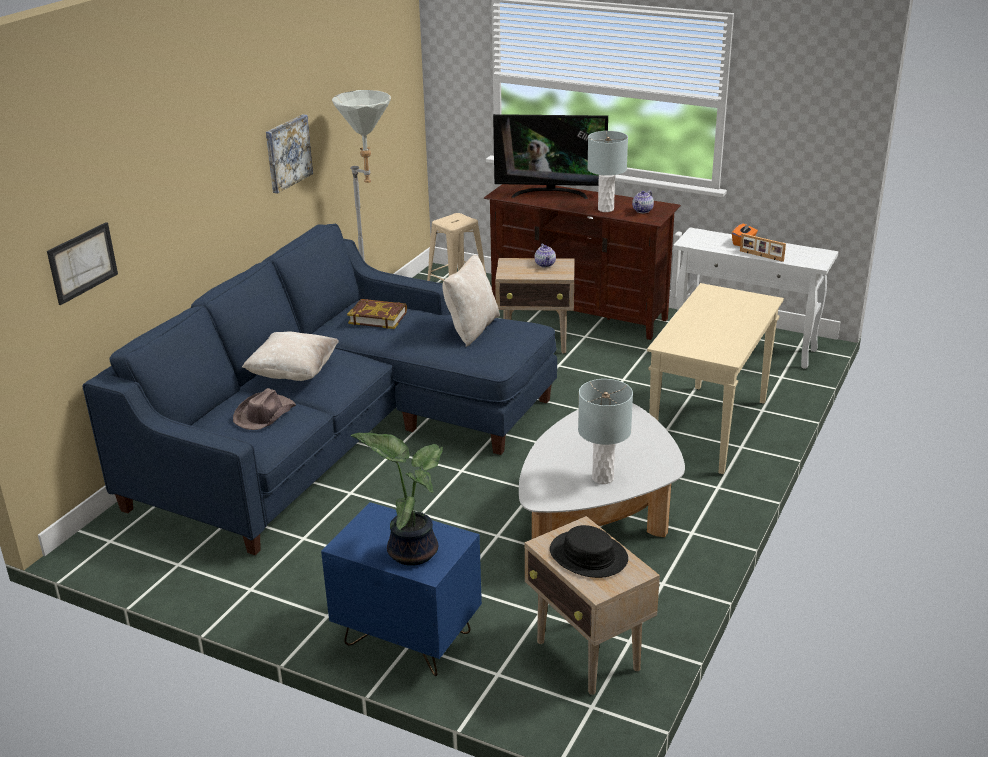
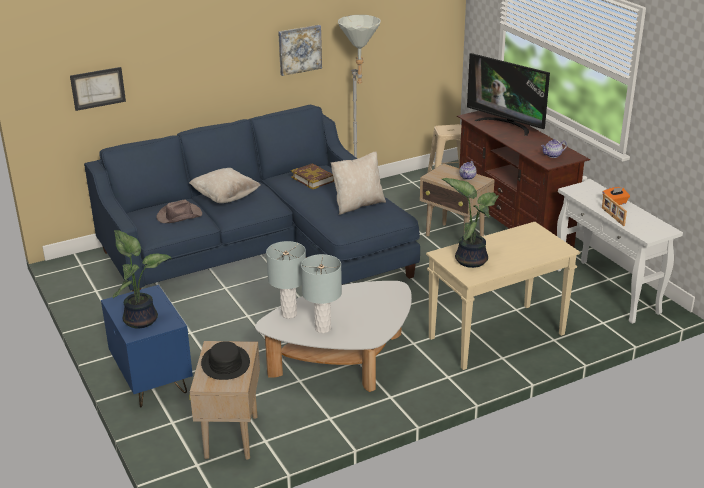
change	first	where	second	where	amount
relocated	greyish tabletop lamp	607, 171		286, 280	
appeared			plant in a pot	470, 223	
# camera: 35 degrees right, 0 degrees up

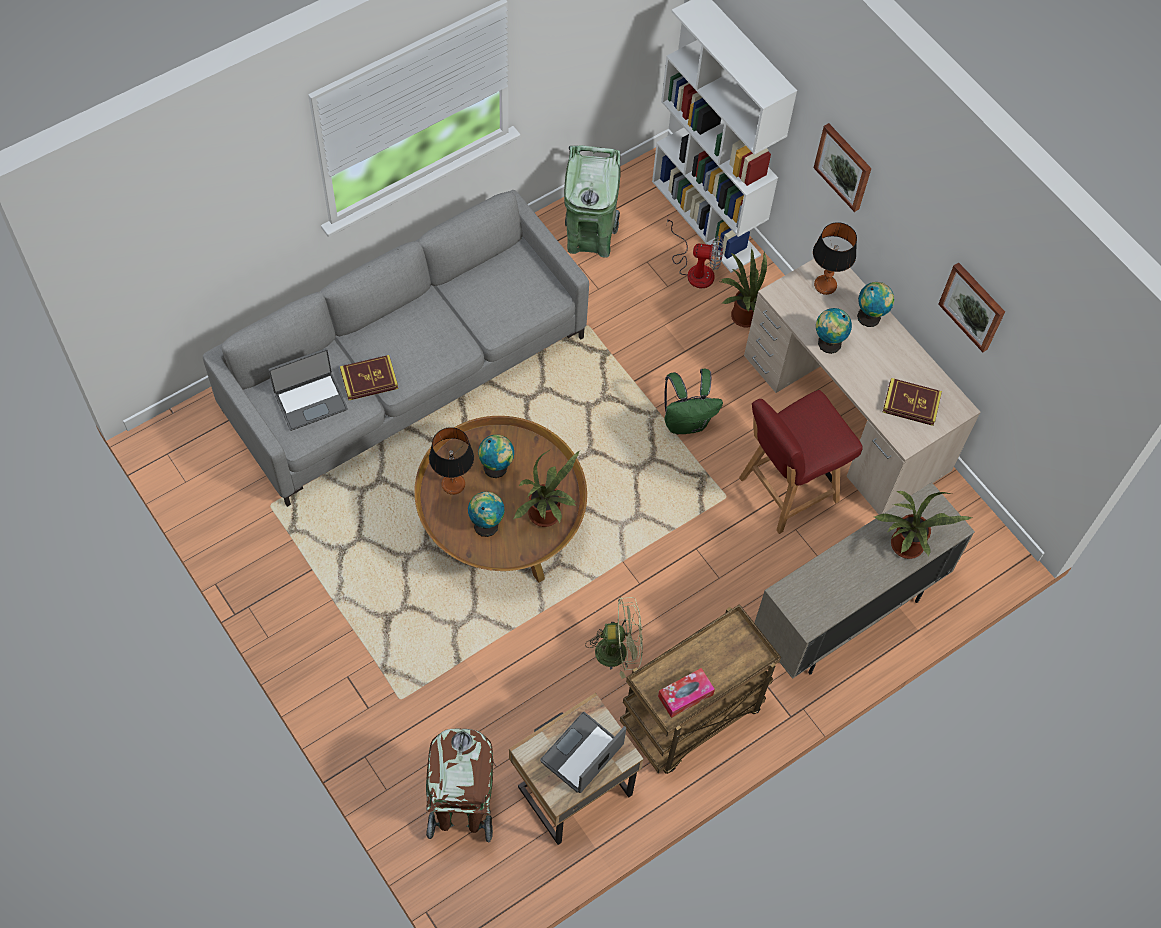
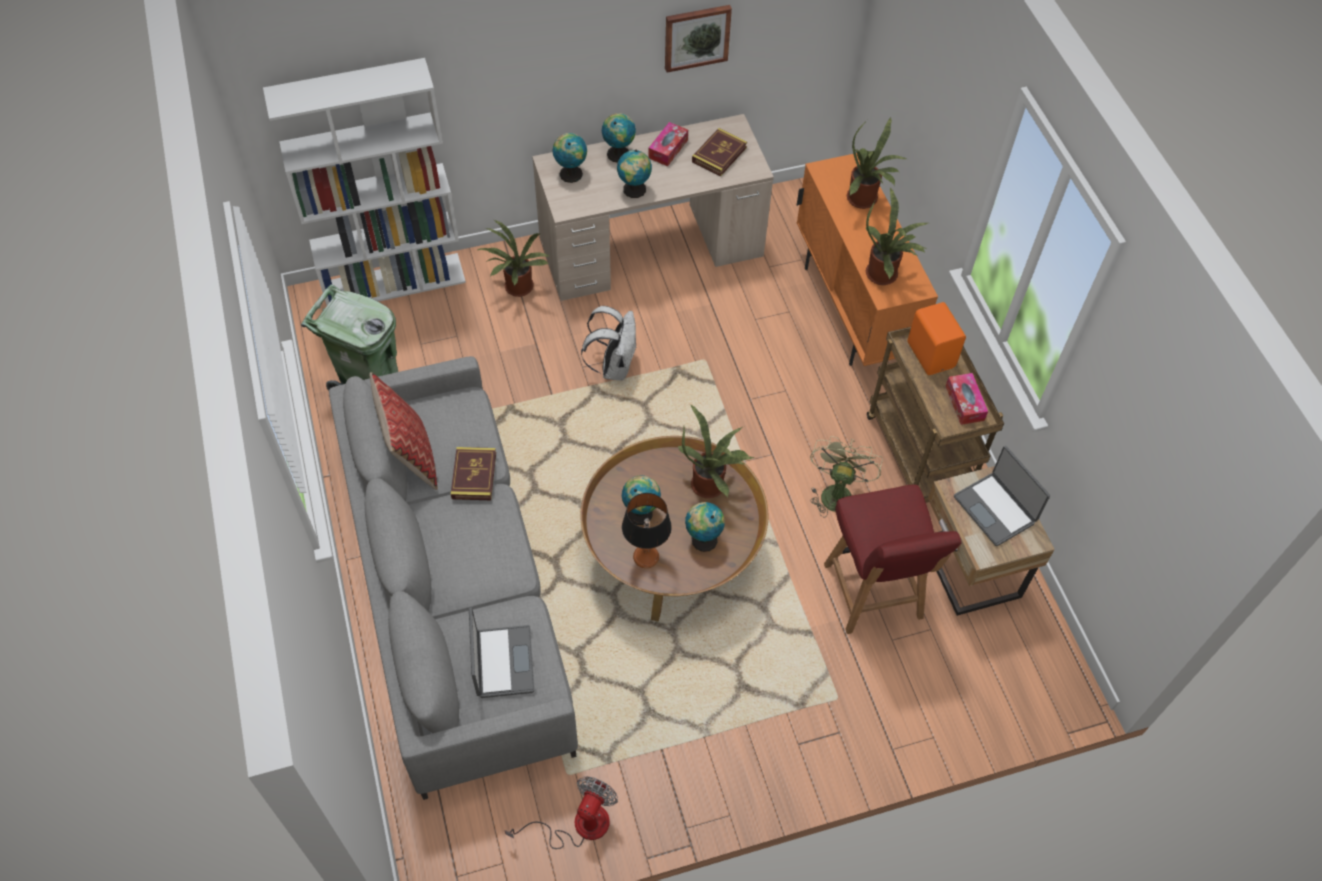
change	first	where	second	where	amount
relocated	volume	369, 377		473, 473	
missing	brown-coloured waste bin	459, 785			
colour	greenish rucksack	694, 401	white rucksack	609, 343	
relocated	electric fan	695, 253		561, 813	
relocated	red upright chair	801, 462		892, 559	
colour	sand-coloured cabinet	864, 580	orangey cabinet	867, 259	
exchanged	tabletop lamp	835, 258	desk globe	569, 158	
missing	picture	843, 167			
appeared			cushion	403, 431	
appeared			tissue holder	668, 144	
appeared			plant in a pot	897, 236	
appeared			orangey audio speaker	936, 338	
# camera: 70 degrees left, 5 degrees down

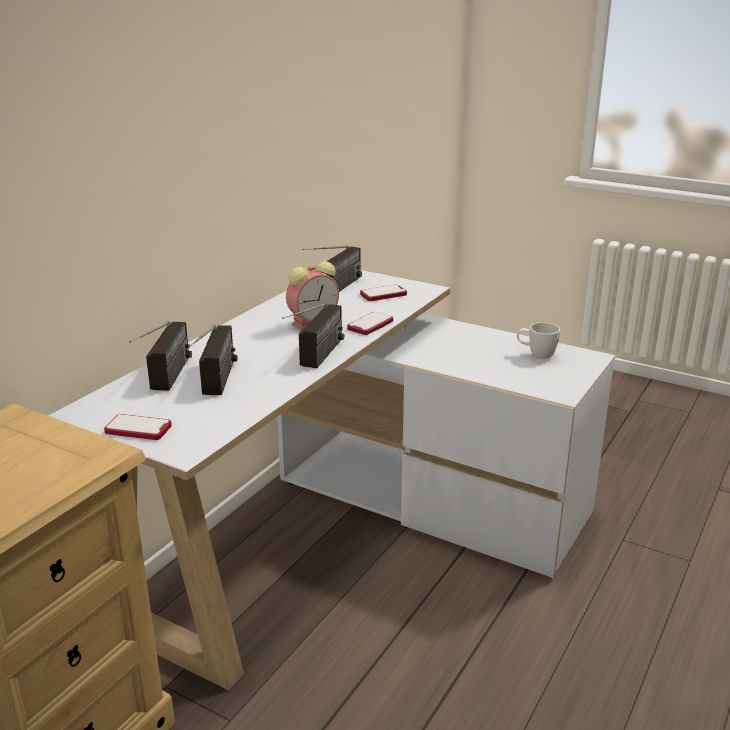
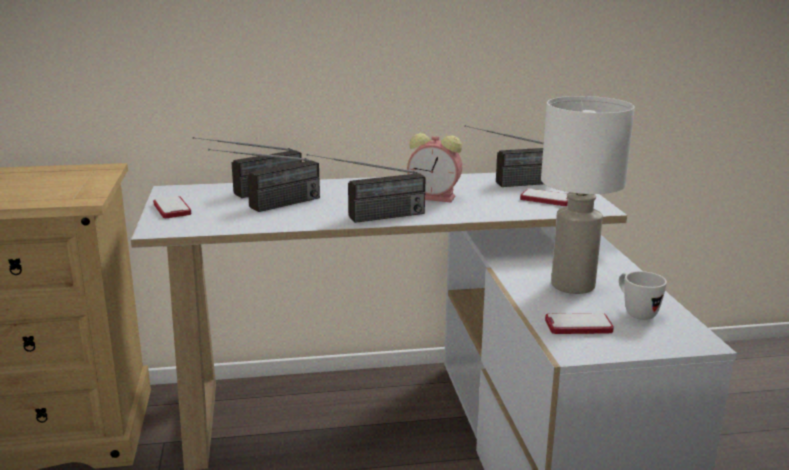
change	first	where	second	where	amount
relocated	handset	370, 323		579, 323	
appeared			white tabletop lamp	588, 195	
# camera: 50 degrees right, 5 degrees down

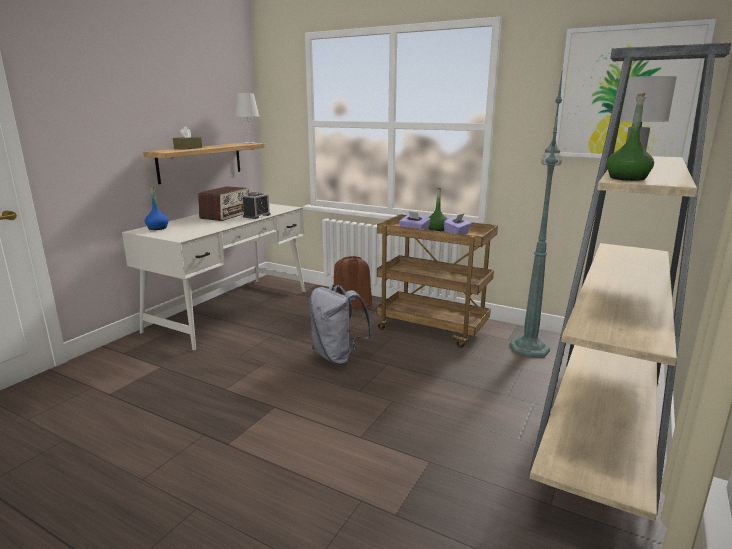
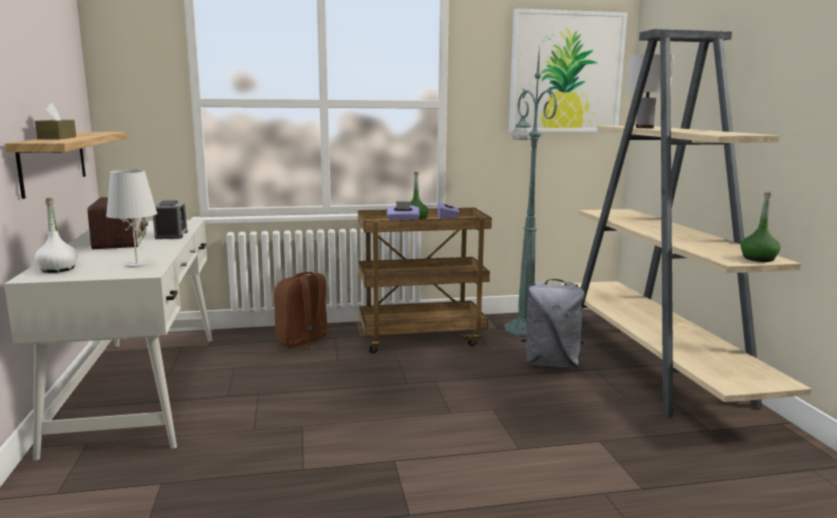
change	first	where	second	where	amount
colour	blue bottle	157, 207	white bottle	56, 235	
relocated	white tabletop lamp	247, 118		131, 219	
relocated	greyish rucksack	341, 325		553, 323	
relocated	greenish bottle	630, 137		761, 227	
# camera: 40 degrees left, 5 degrees down

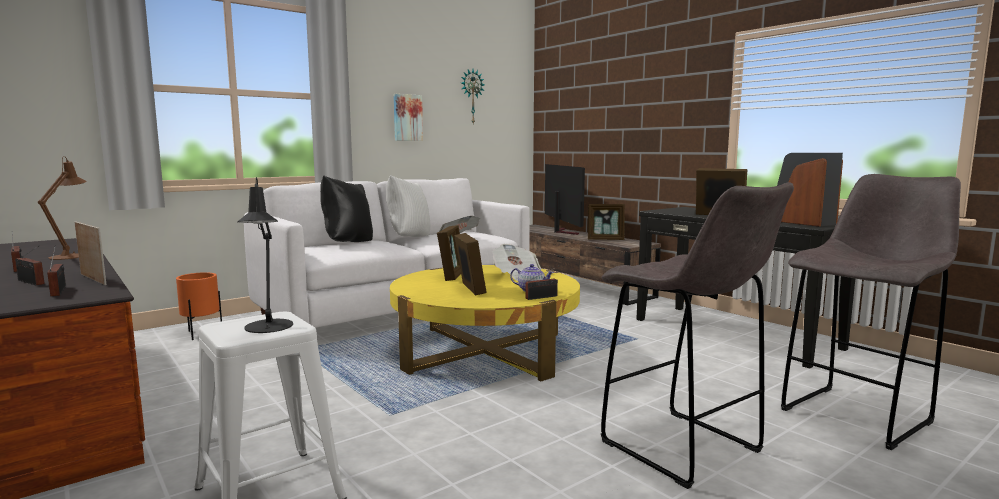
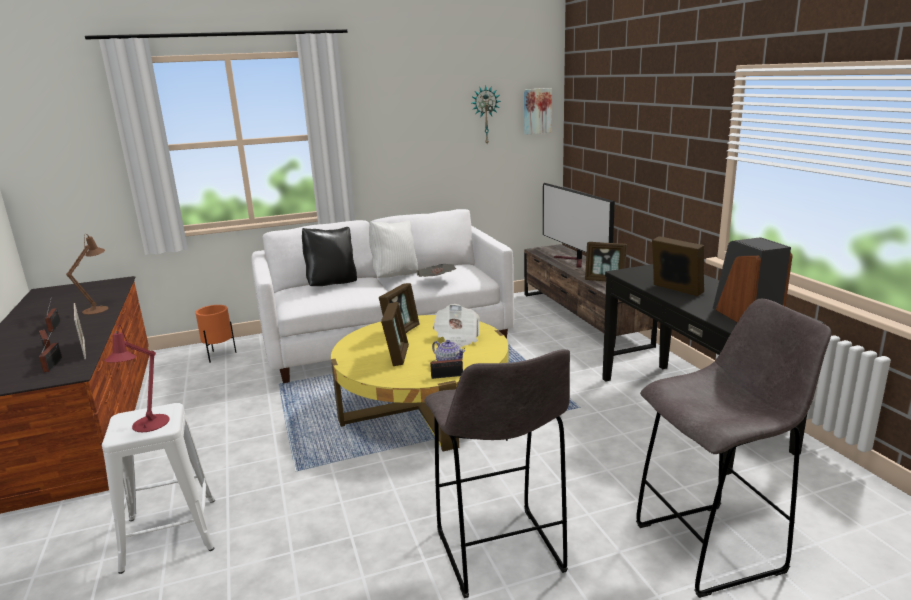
change	first	where	second	where	amount
colour	black tabletop lamp	265, 255	red tabletop lamp	136, 378	
relocated	picture	408, 117		538, 111	
spun	TV set	565, 199		579, 225	150 degrees clockwise
# camera: 20 degrees right, 10 degrees up

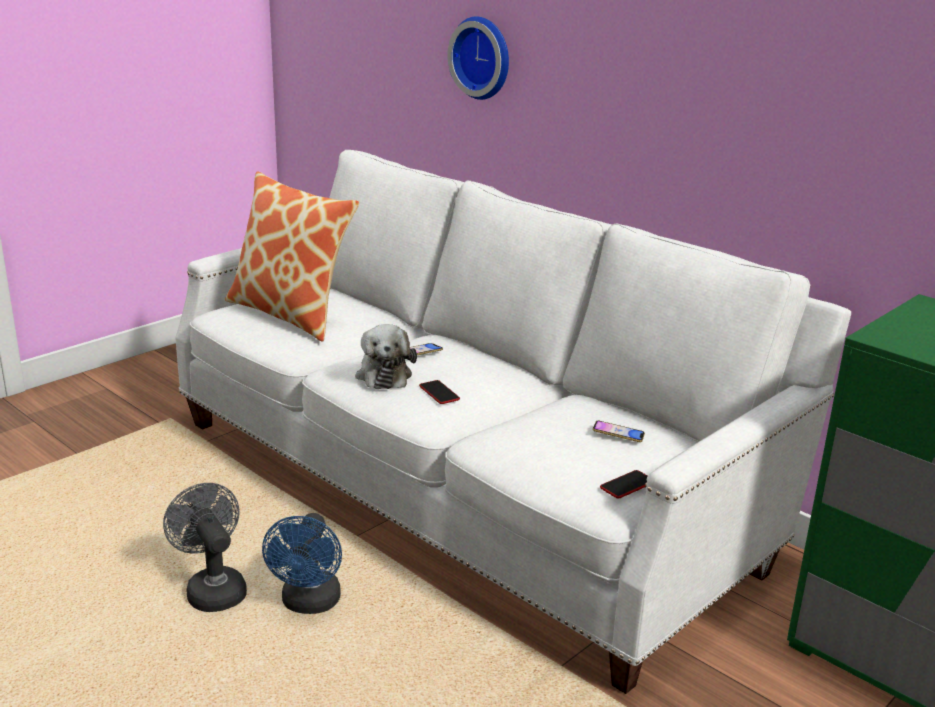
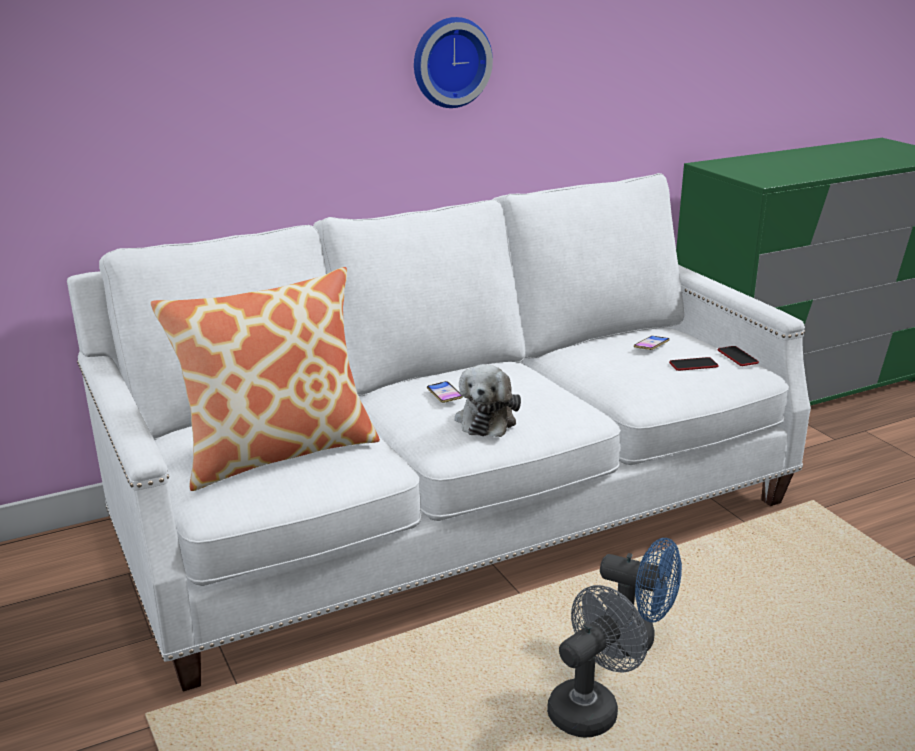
change	first	where	second	where	amount
spun	greyish electric fan	205, 547		597, 661	150 degrees clockwise
spun	cuddly toy	386, 356		488, 400	90 degrees clockwise
relocated	handset	439, 392		693, 364	
relocated	clock on the wall	478, 58		453, 62	
# camera: 70 degrees left, 0 degrees up

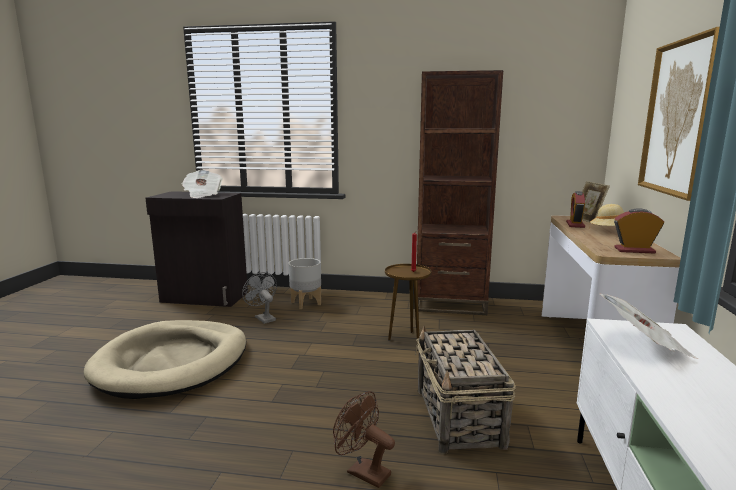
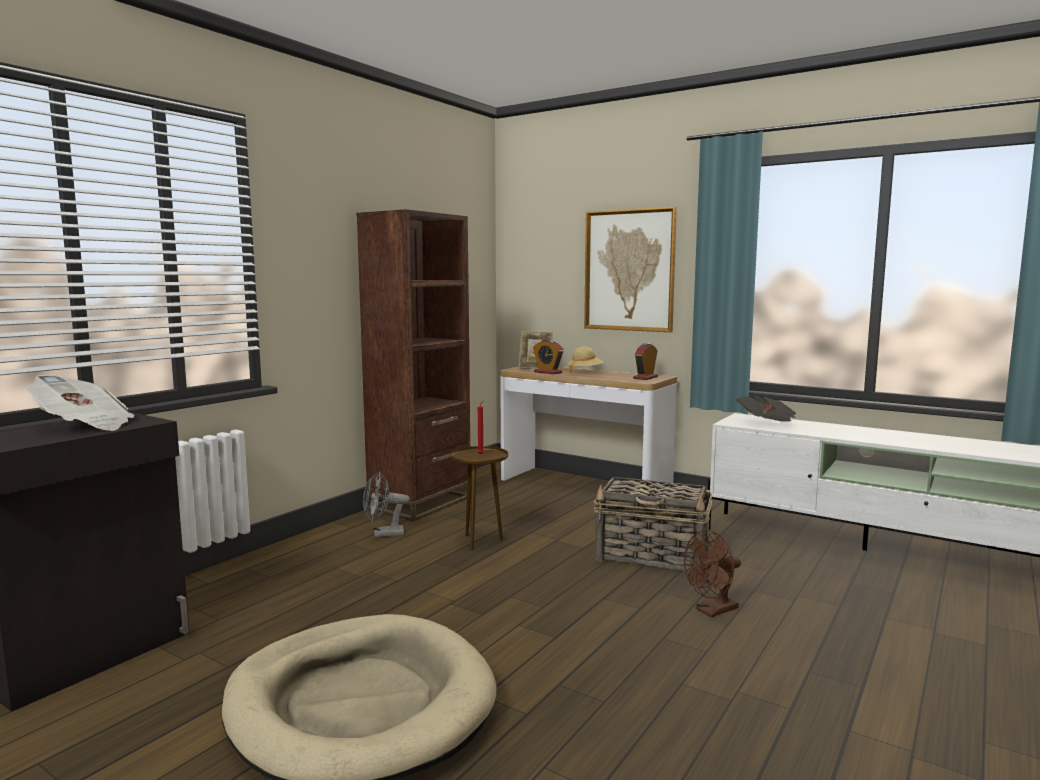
change	first	where	second	where	amount
relocated	greyish electric fan	259, 298		386, 504	
missing	greyish flower pot	305, 283			
# camera: 65 degrees left, 5 degrees down

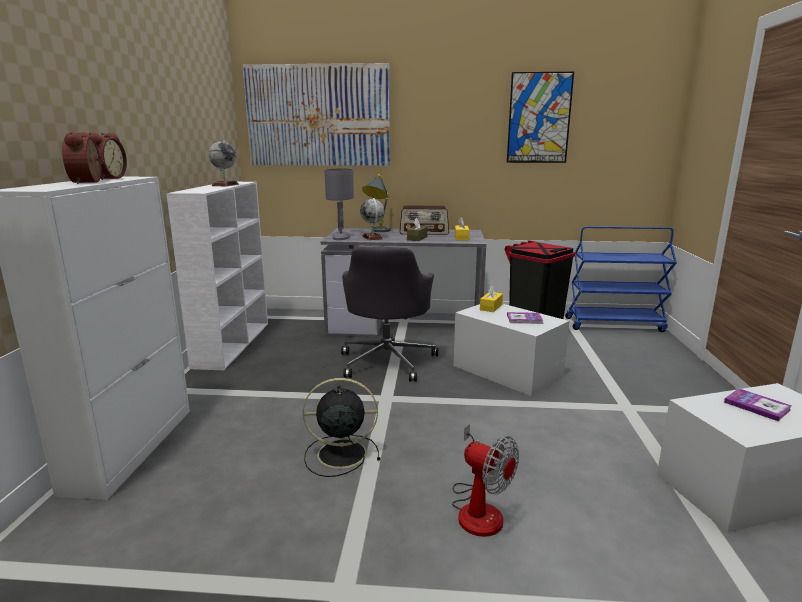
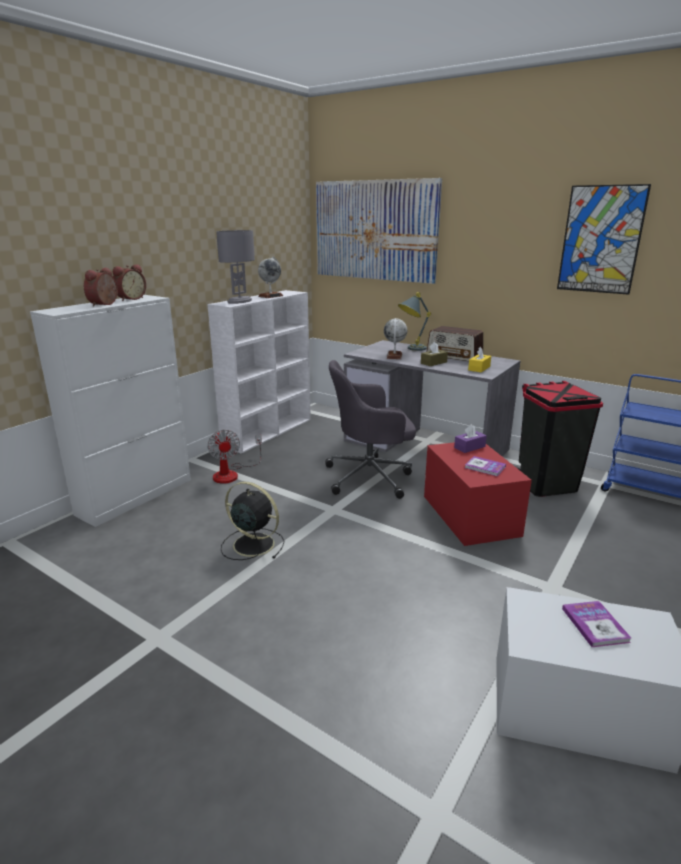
change	first	where	second	where	amount
relocated	greyish tabletop lamp	339, 204		235, 267	
spun	greyish office chair	389, 314		370, 429	45 degrees clockwise
relocated	electric fan	485, 480		234, 457	
colour	white storage container	511, 350	red storage container	478, 494	
colour	yellow-coloured tissue holder	491, 298	purple-coloured tissue holder	470, 438	
# camera: 30 degrees right, 5 degrees up

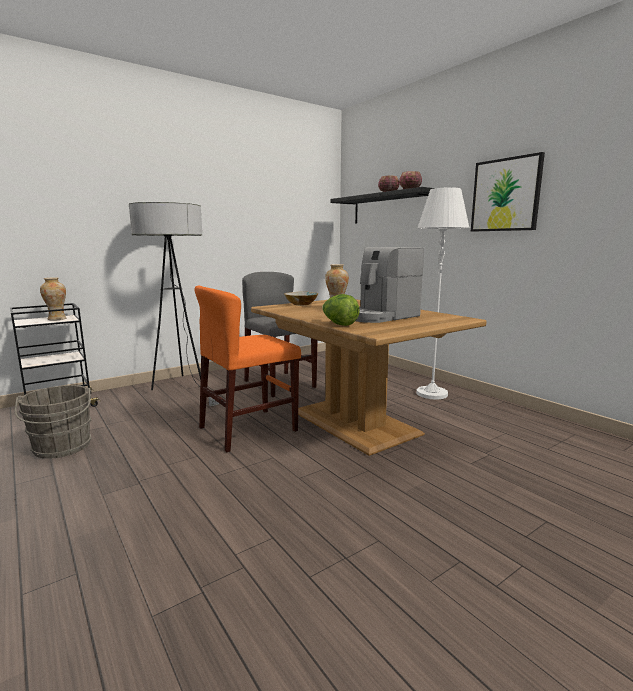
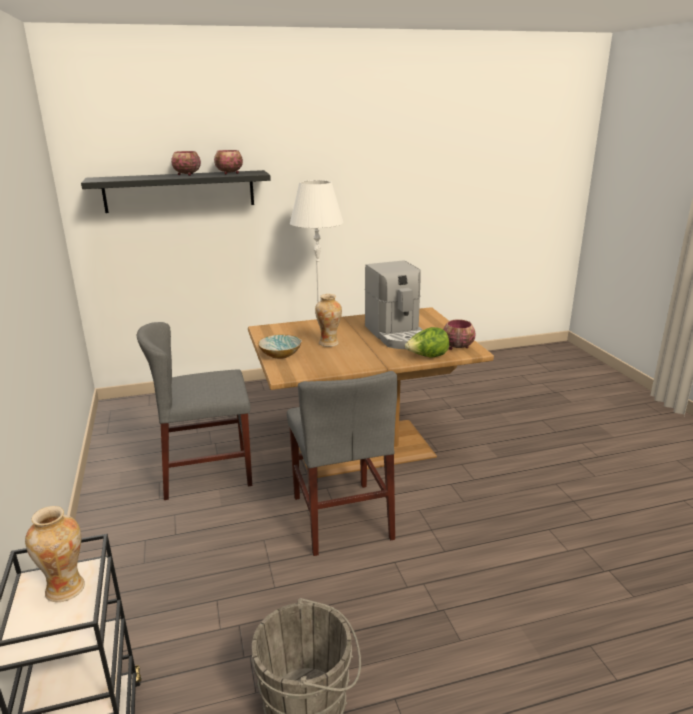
change	first	where	second	where	amount
missing	standing lamp	174, 304			
colour	orangey upright chair	247, 369	greyish upright chair	342, 463	
missing	picture	508, 192			
appeared			bowl	459, 334	
# camera: 70 degrees left, 10 degrees up

